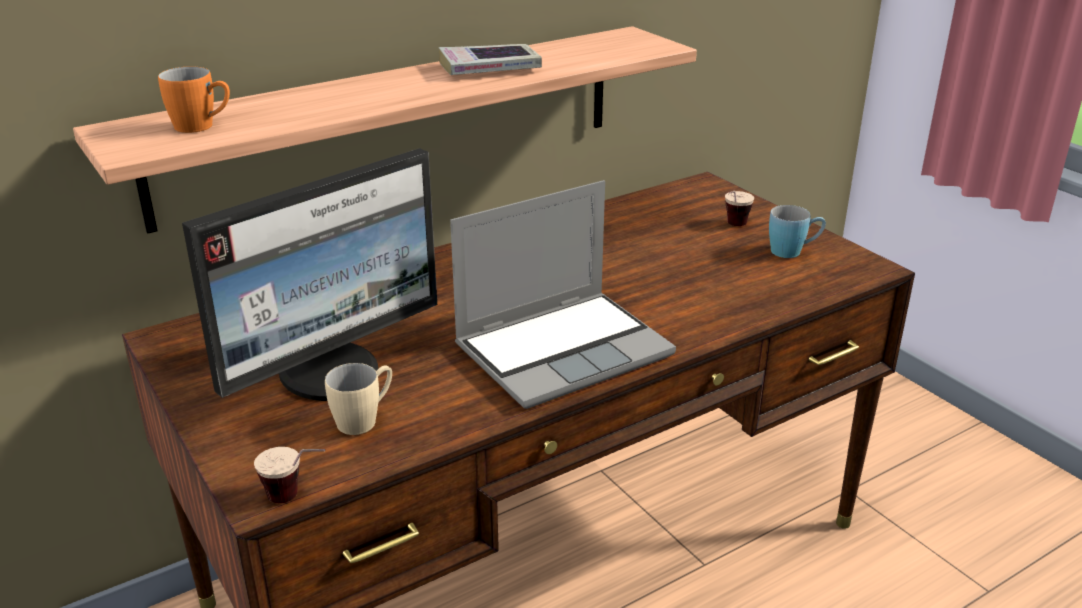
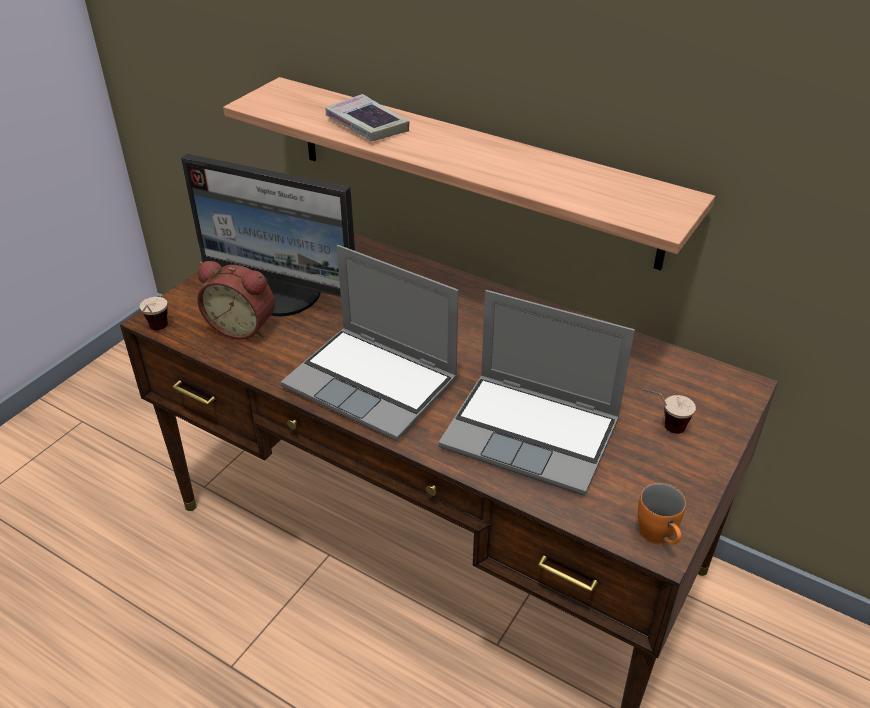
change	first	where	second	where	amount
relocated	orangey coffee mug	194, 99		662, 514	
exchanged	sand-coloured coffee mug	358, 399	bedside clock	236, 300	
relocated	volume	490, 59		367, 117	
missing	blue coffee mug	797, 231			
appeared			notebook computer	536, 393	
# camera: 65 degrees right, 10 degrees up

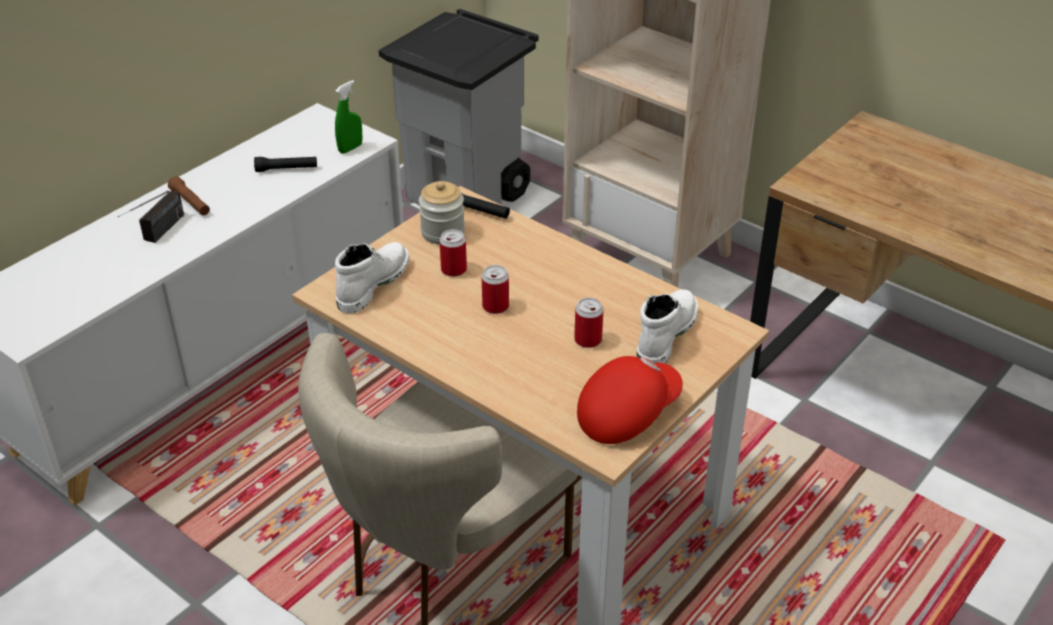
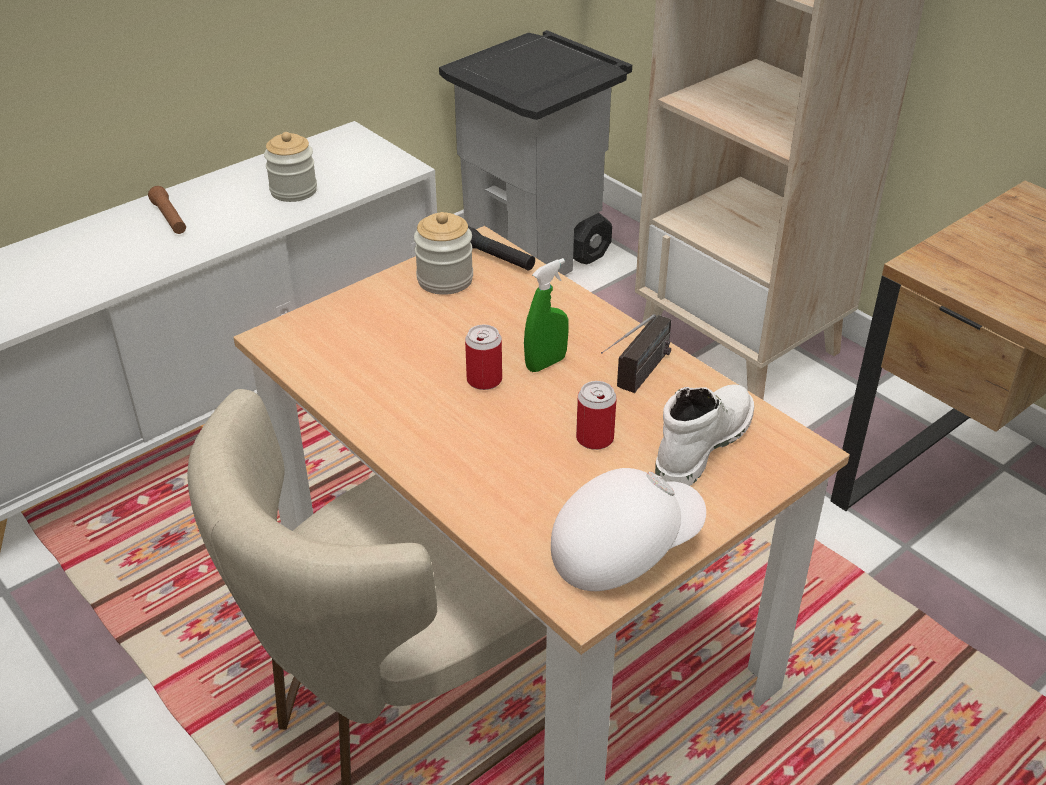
change	first	where	second	where	amount
relocated	radio receiver	151, 216		636, 353	
exchanged	black torch	285, 164	preserve jar	290, 167	
relocated	greenish spray bottle	349, 117		546, 315	
missing	white high-top boot	372, 277			
missing	metal can	453, 253			
colour	red baseball cap	630, 400	white baseball cap	628, 529	
# camera: 10 degrees right, 0 degrees up

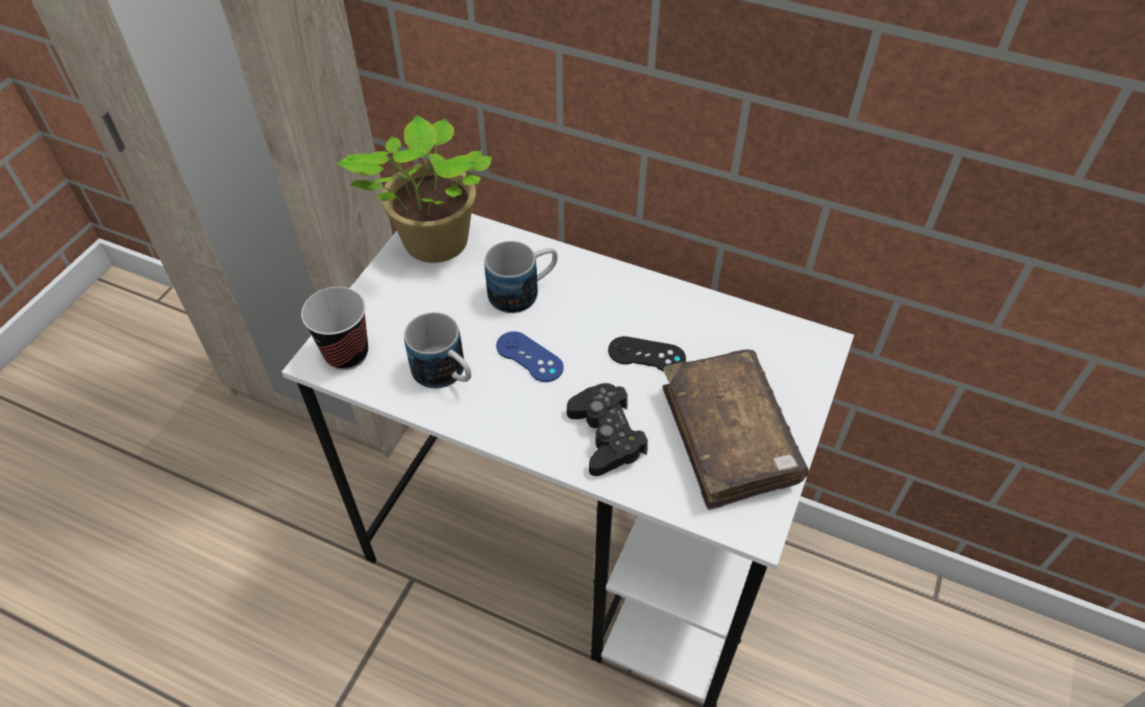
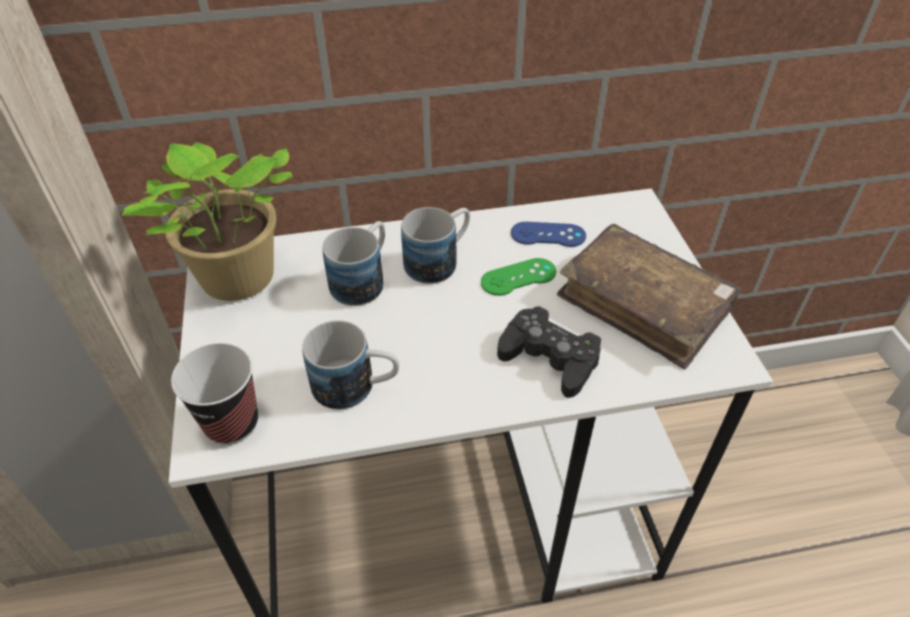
change	first	where	second	where	amount
relocated	blue game controller	530, 356		548, 234	
colour	black game controller	647, 353	greenish game controller	518, 277	
appeared			coffee mug	435, 245	
# camera: 35 degrees left, 5 degrees down

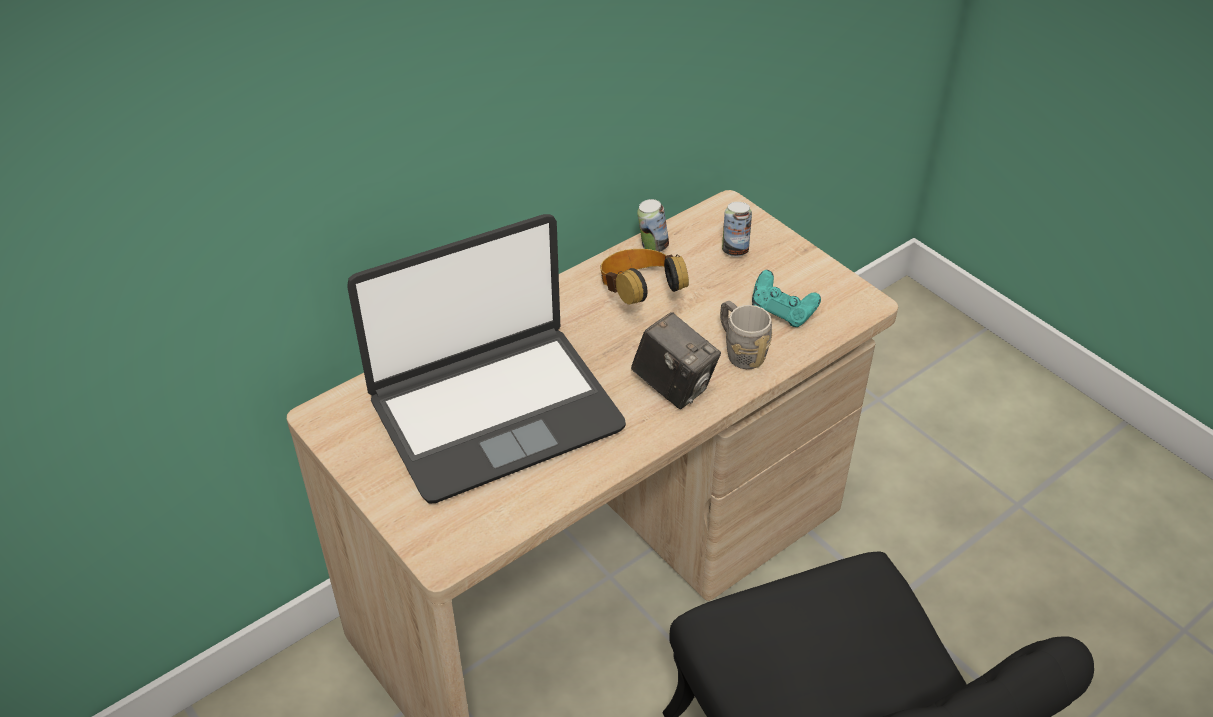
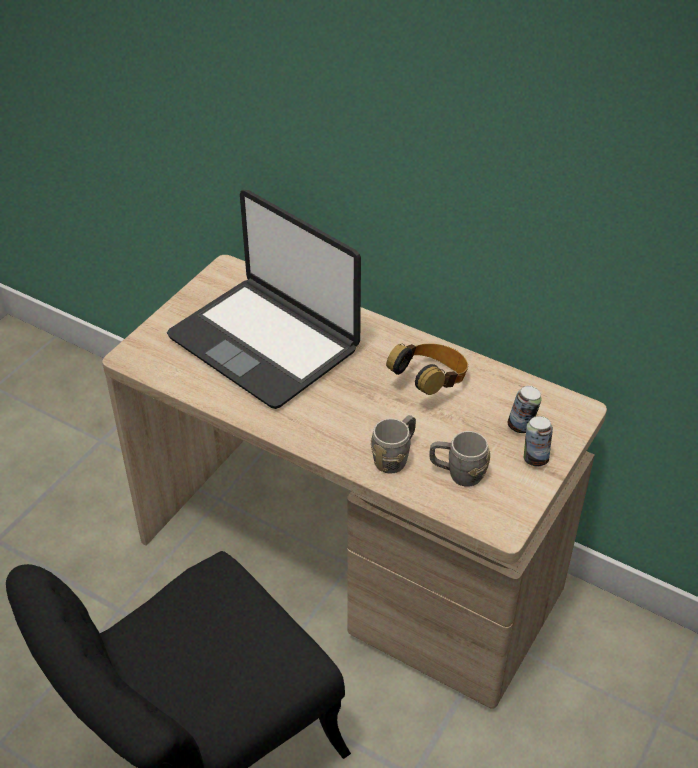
change	first	where	second	where	amount
missing	photo camera	676, 360			
relocated	metal can	653, 225		538, 441	
exchanged	blue-green game controller	786, 298	greyish coffee mug	459, 459	
# camera: 70 degrees right, 0 degrees up

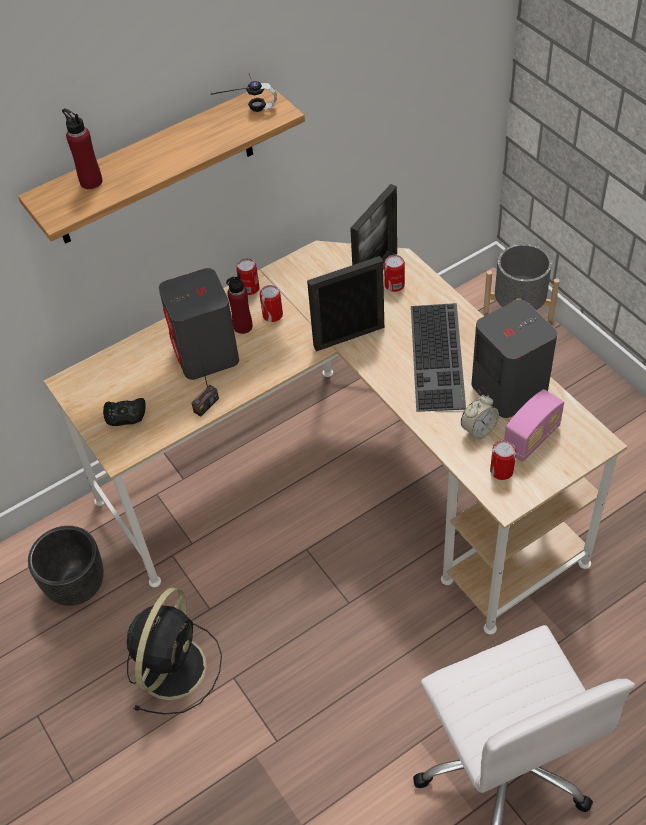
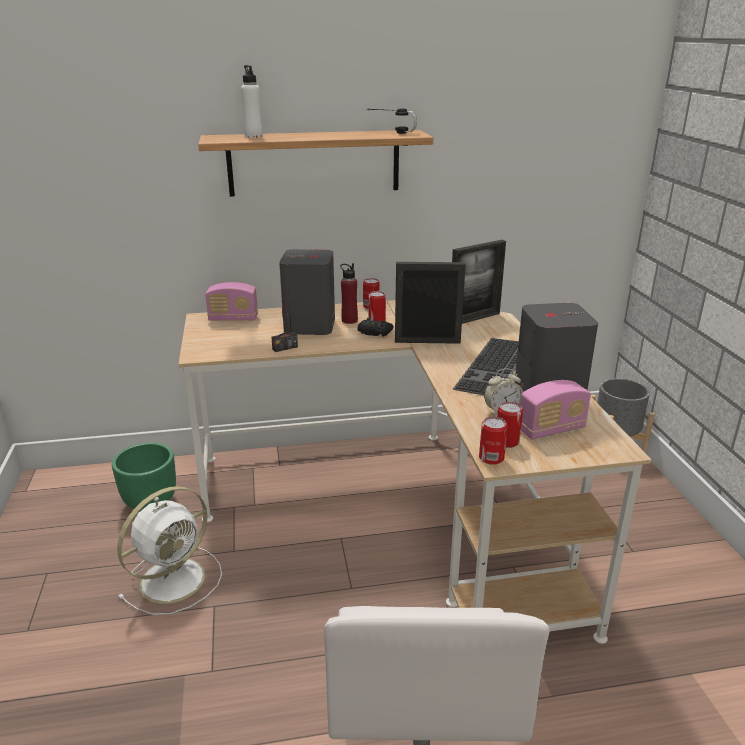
change	first	where	second	where	amount
colour	black flower pot	66, 566	greenish flower pot	144, 477	
colour	red bottle	82, 149	white bottle	252, 101	
relocated	black game controller	124, 412		375, 327	
colour	black electric fan	174, 651	white electric fan	169, 550	
relocated	metal can	394, 273		493, 441	
appeared			radio receiver	231, 301	
# camera: 20 degrees right, 25 degrees down

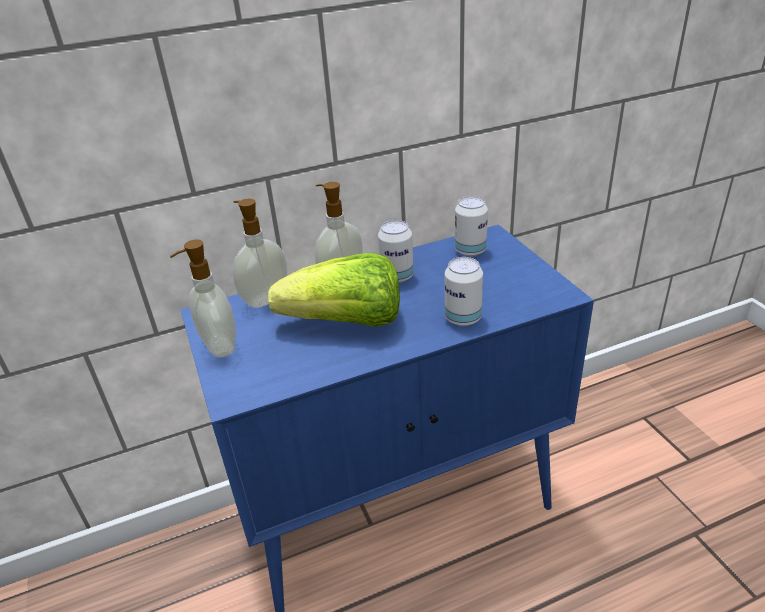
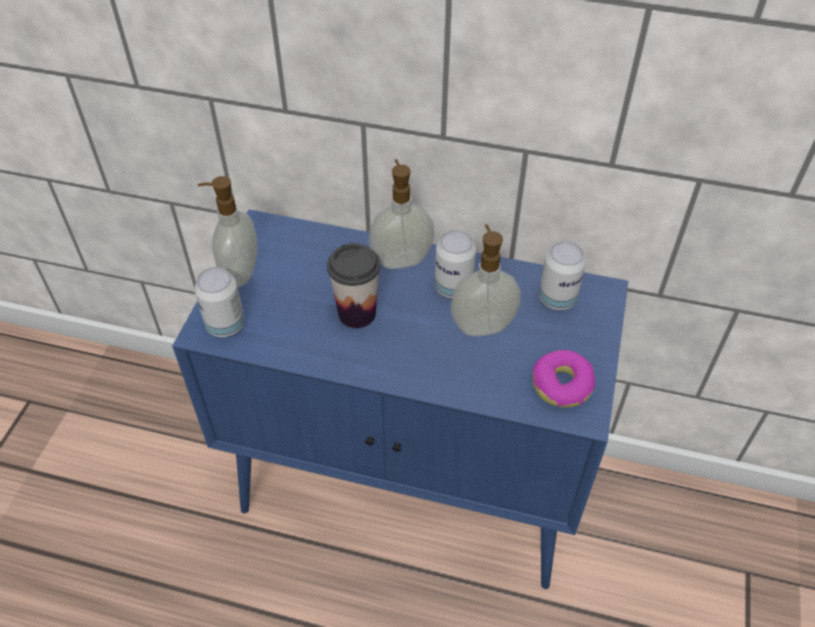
change	first	where	second	where	amount
relocated	liquid soap bottle	260, 253		486, 280	
exchanged	lettuce head	334, 290	small cup	353, 285	
relocated	metal can	464, 291		219, 302	
appeared			donut	564, 378	
# camera: 35 degrees right, 15 degrees up

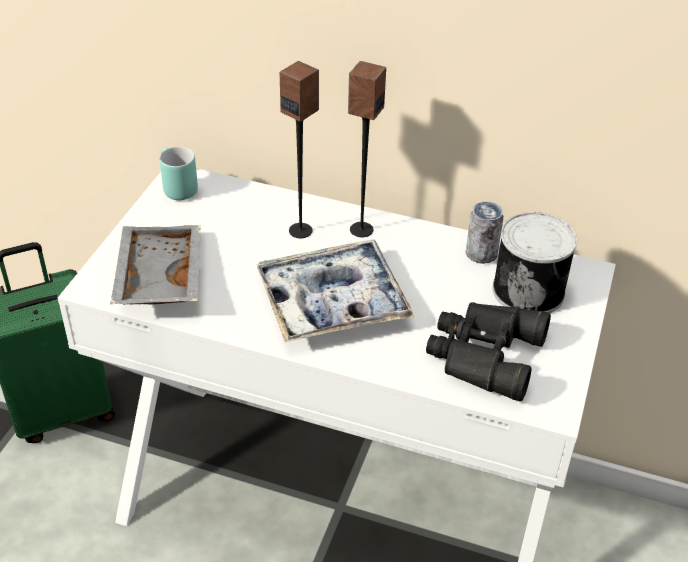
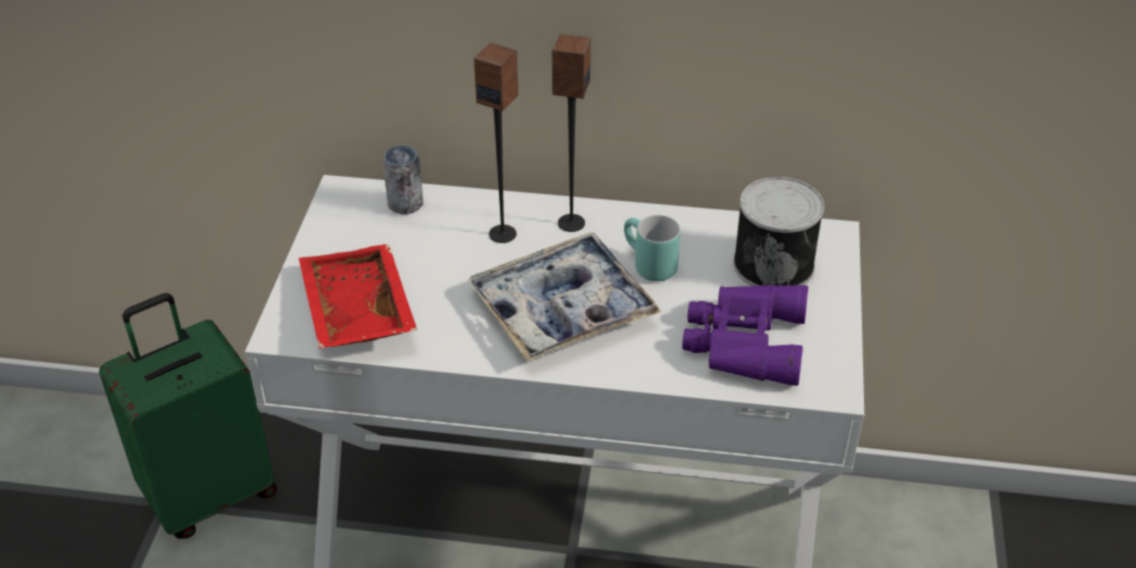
change	first	where	second	where	amount
colour	greyish carrying tray	155, 265	red carrying tray	358, 296	
relocated	blue-green coffee mug	179, 173		652, 248	
colour	black binoculars	488, 352	purple-coloured binoculars	745, 335	
relocated	metal can	484, 232		403, 179	
# camera: 10 degrees left, 0 degrees up

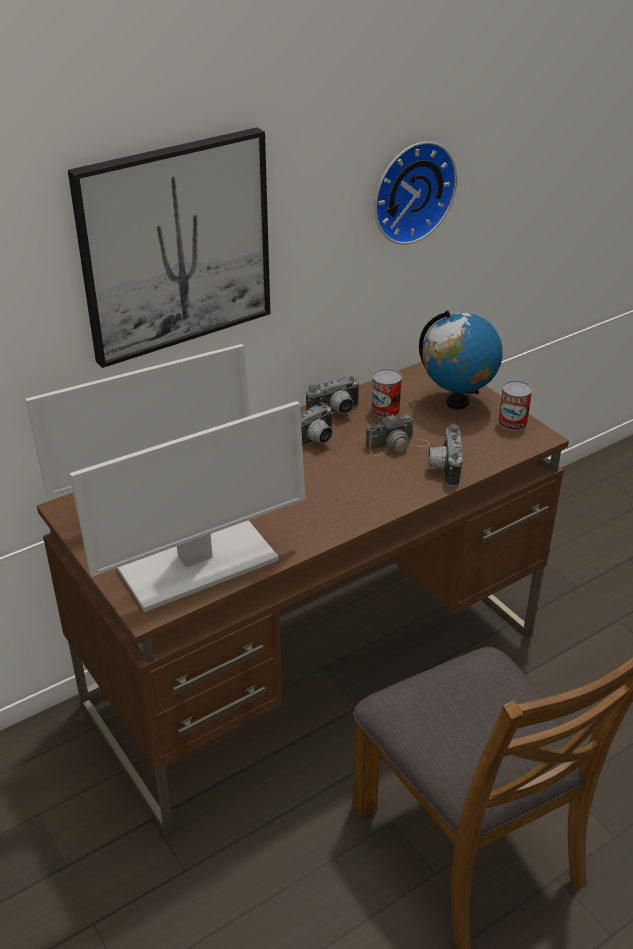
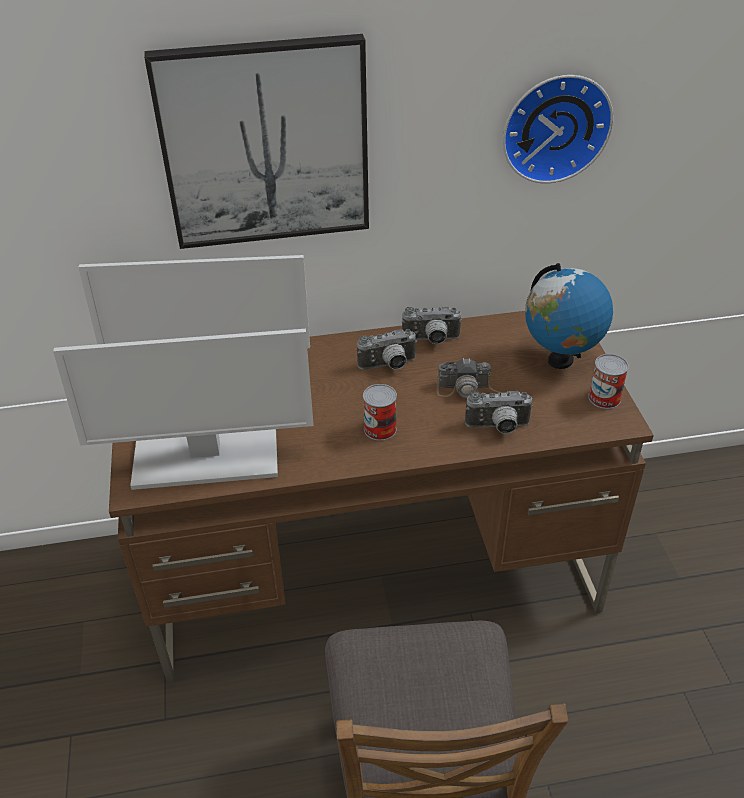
change	first	where	second	where	amount
relocated	metal can	386, 393		380, 412	
spun	photo camera	445, 455		499, 412	120 degrees counterclockwise
# camera: 25 degrees right, 5 degrees up

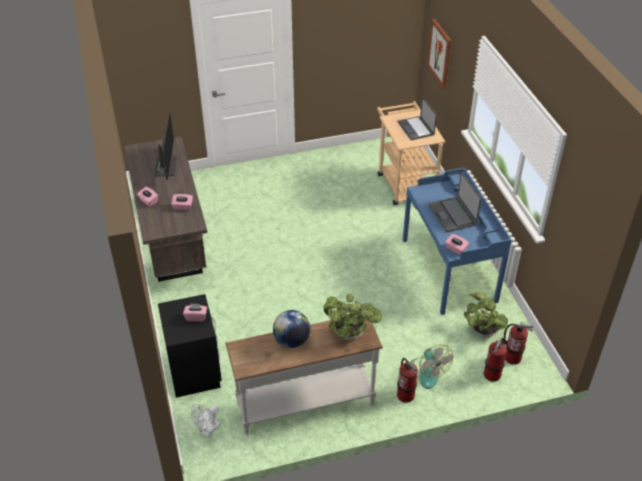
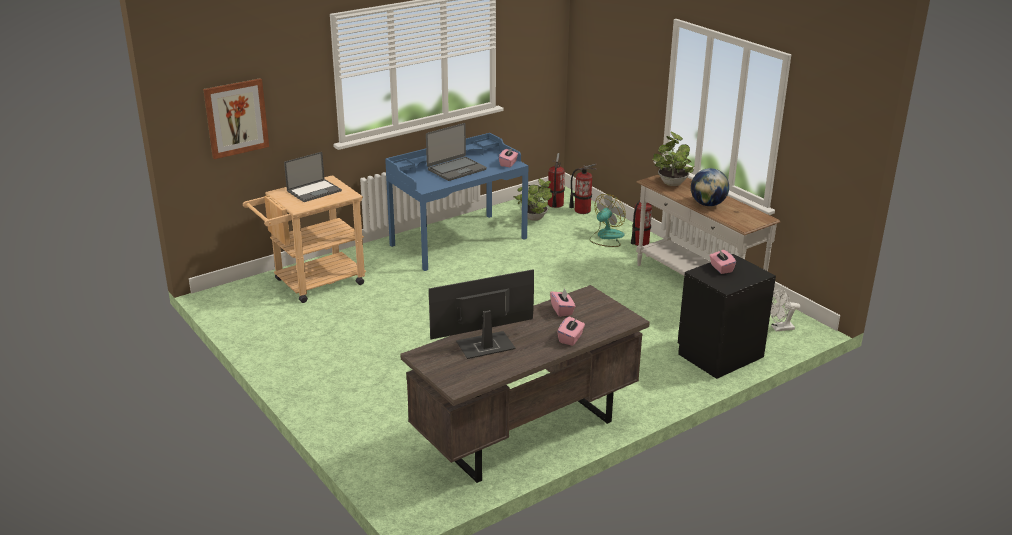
change	first	where	second	where	amount
spun	white electric fan	206, 420		785, 310	150 degrees clockwise
# camera: 110 degrees left, 15 degrees down

